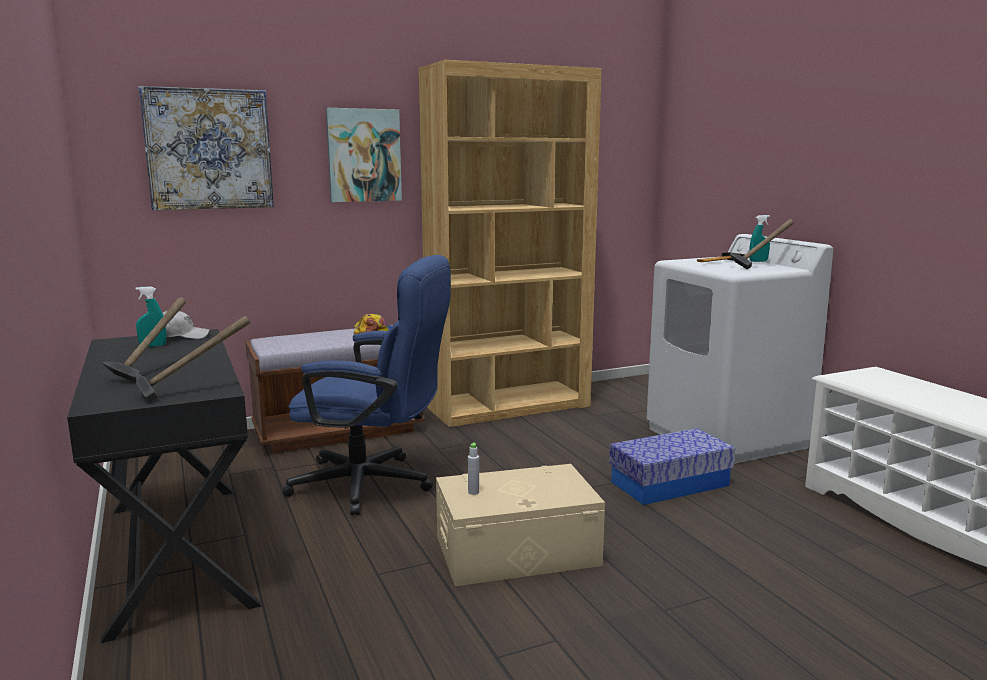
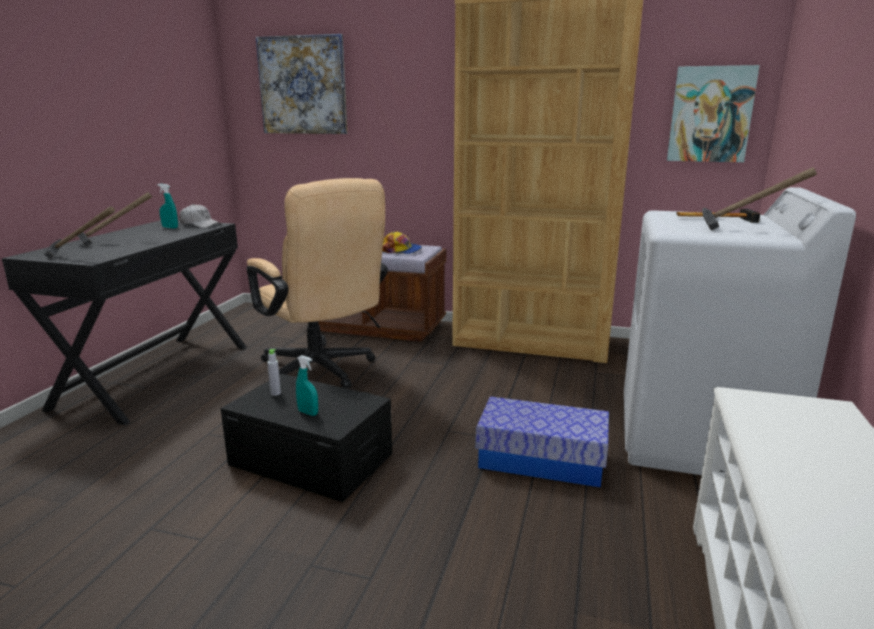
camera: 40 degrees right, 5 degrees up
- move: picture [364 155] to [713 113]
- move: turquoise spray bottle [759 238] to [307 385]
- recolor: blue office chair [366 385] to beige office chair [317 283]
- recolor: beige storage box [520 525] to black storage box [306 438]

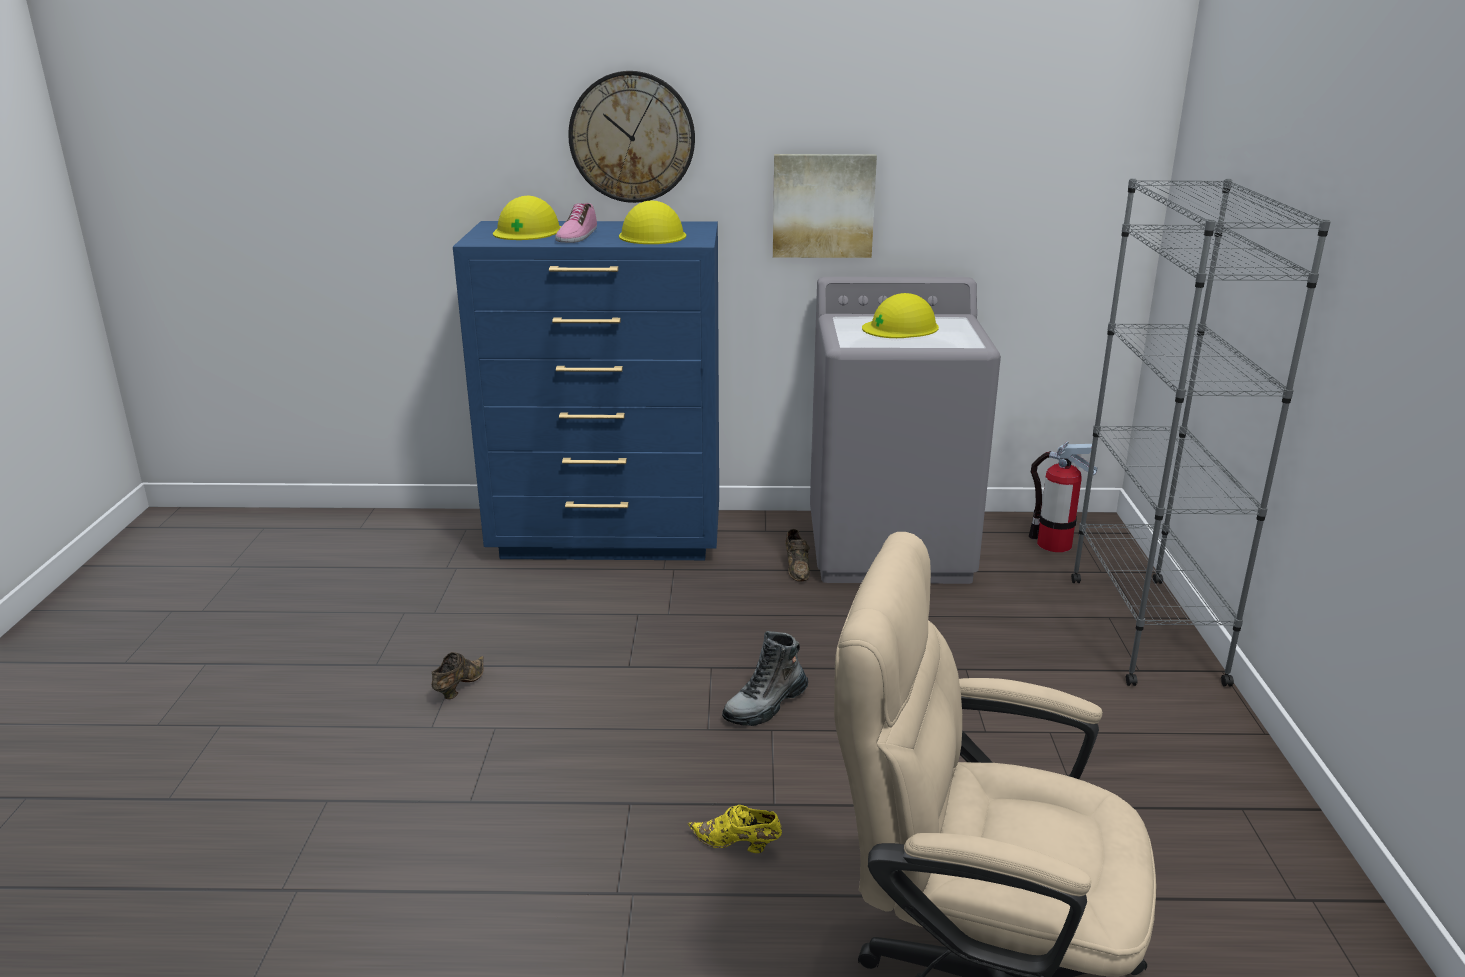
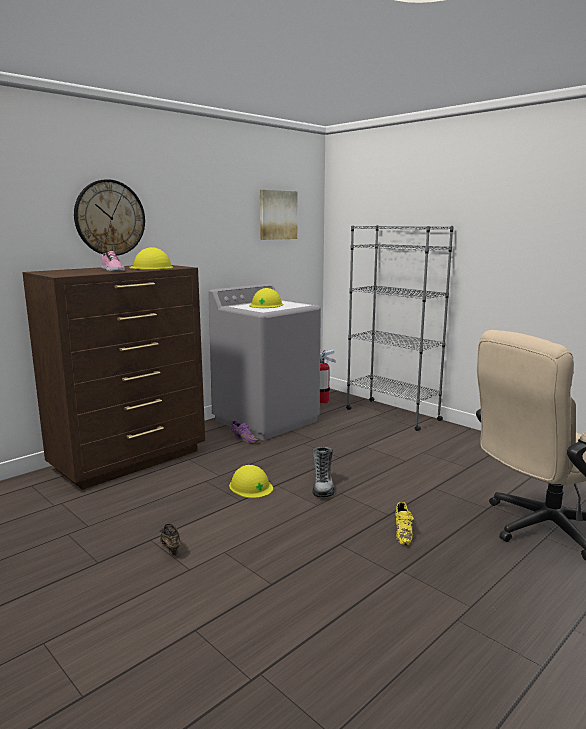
camera: 45 degrees left, 10 degrees down
- move: yellow hard hat [527 218] to [251 481]
- move: picture [825 206] to [278 215]
- recolor: blue dresser [586 390] to brown dresser [113 377]
- recolor: brown shoe [797 555] to purple shoe [244 432]
- rotate: yellow shoe [735 829] = [404 523] 60 degrees counterclockwise

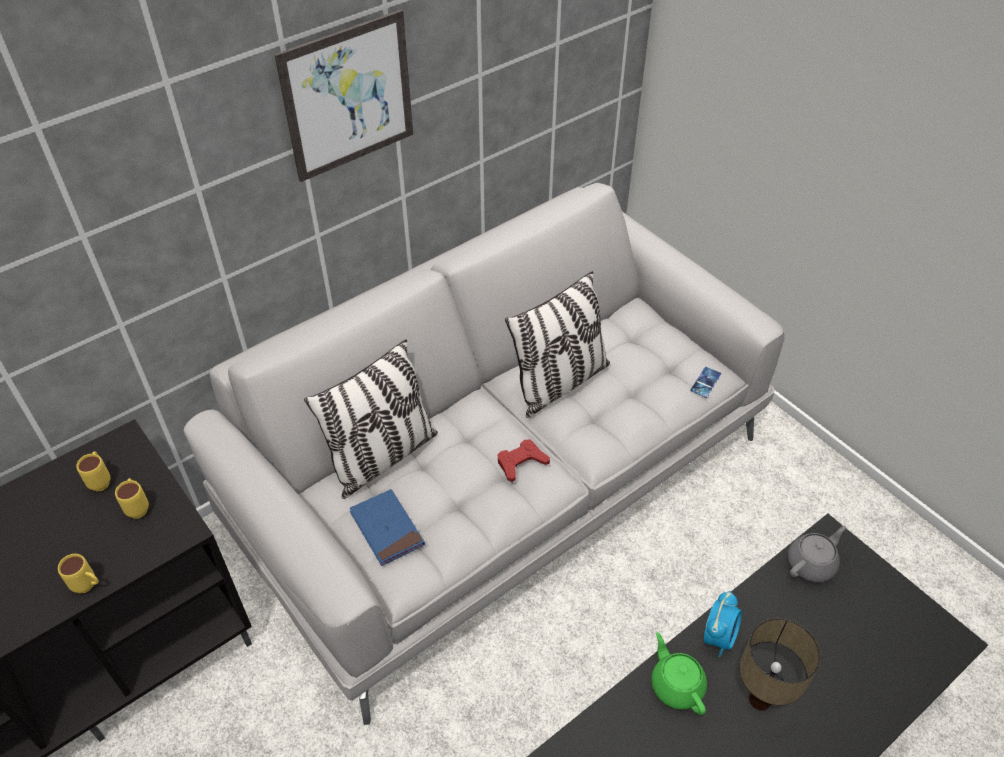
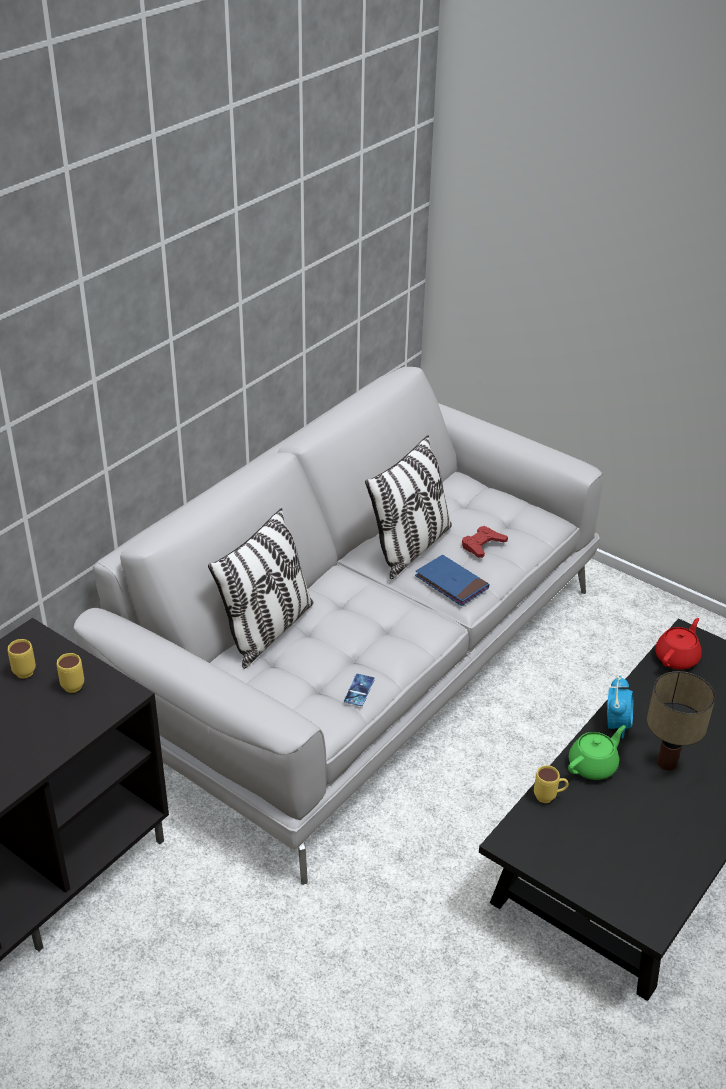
camera: 15 degrees left, 10 degrees down
- delete: picture [343 96]
- move: yellow mug [78 573] to [551 784]
- move: blue book [387 527] to [452 580]
- move: red game controller [524 461] to [485 542]
- move: phone [705 382] to [359 690]
- recolor: grey teapot [817 554] to red teapot [678 644]
- rotate: green teapot [679 673] = [597 752] 90 degrees clockwise

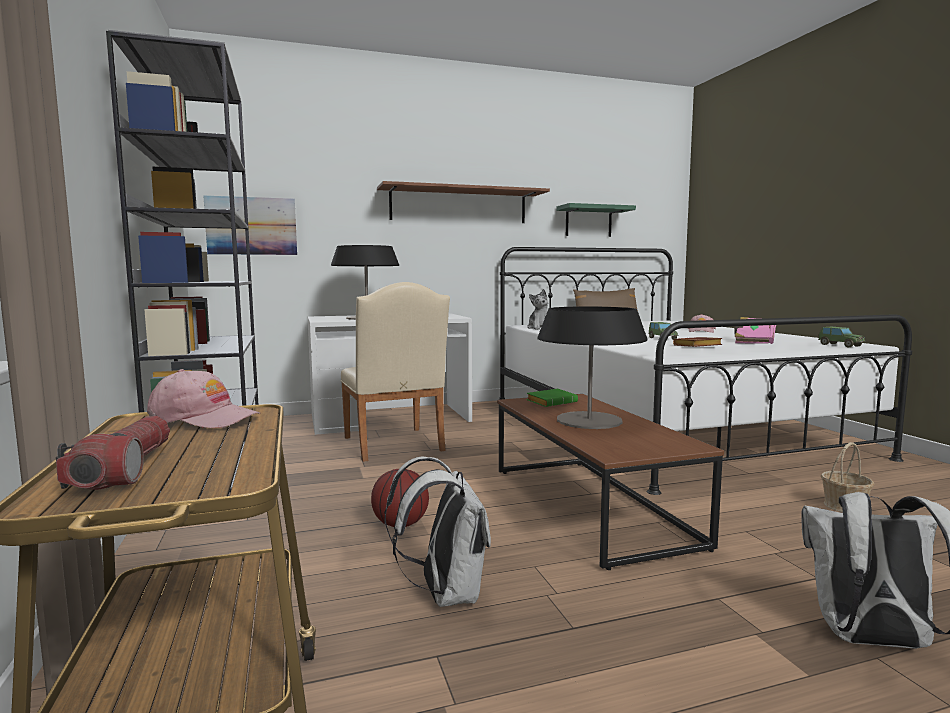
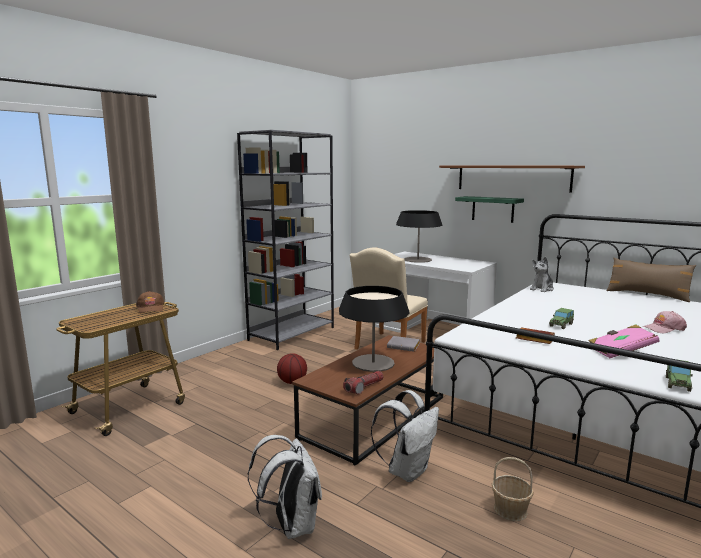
camera: 55 degrees right, 5 degrees up
- delete: picture [250 225]
- move: flashlight [113 453] to [363 383]
- move: white backpack [437 532] to [405 436]
- move: green shelf [596 220] to [489 209]
- recolor: pink cap [203 398] to brown cap [150 302]
- recolor: green book [552 398] to grey book [403 344]

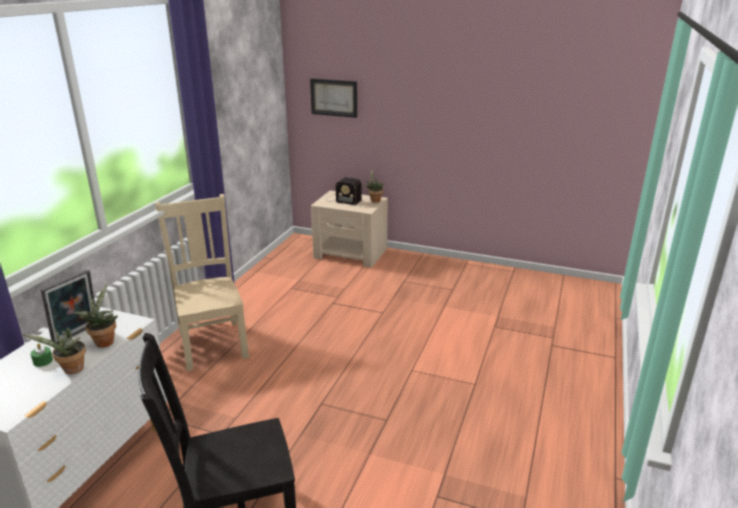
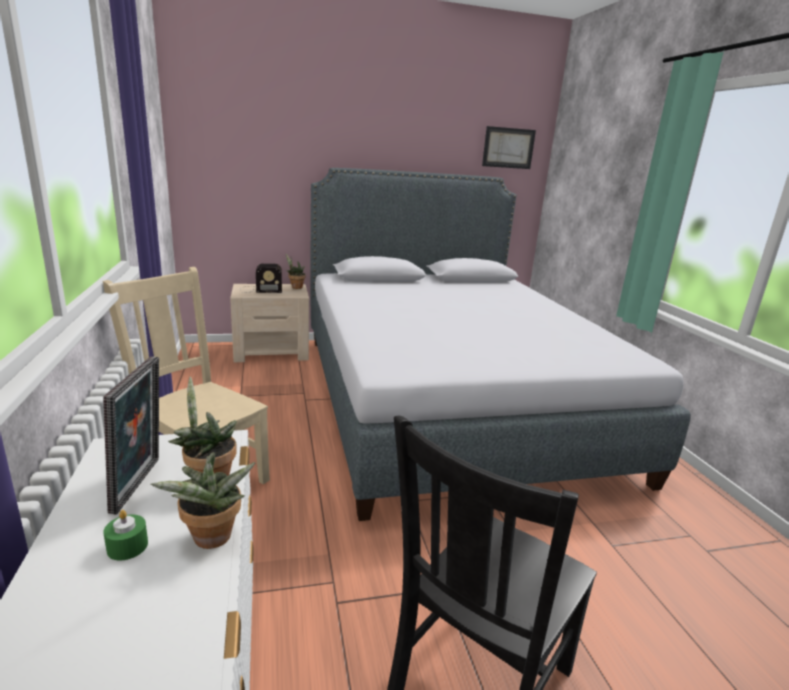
camera: 35 degrees left, 5 degrees down
- insert: grey bed [500 344]
- move: picture [333 98] to [509 147]

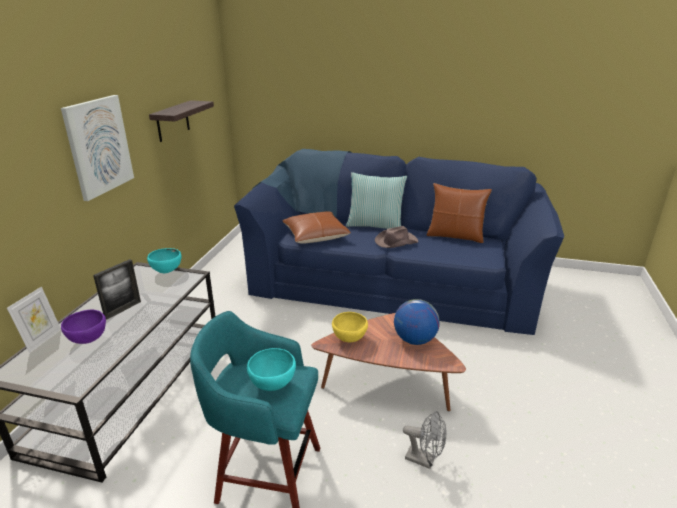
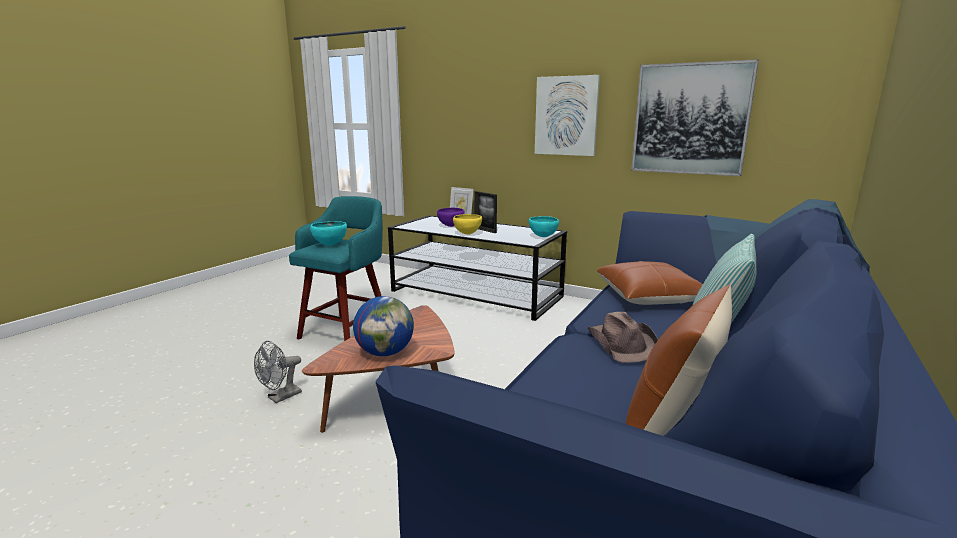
camera: 105 degrees right, 10 degrees down
- move: yellow bowl [350 327] to [467 224]
- replace: shelf [181 121] to picture [695 117]

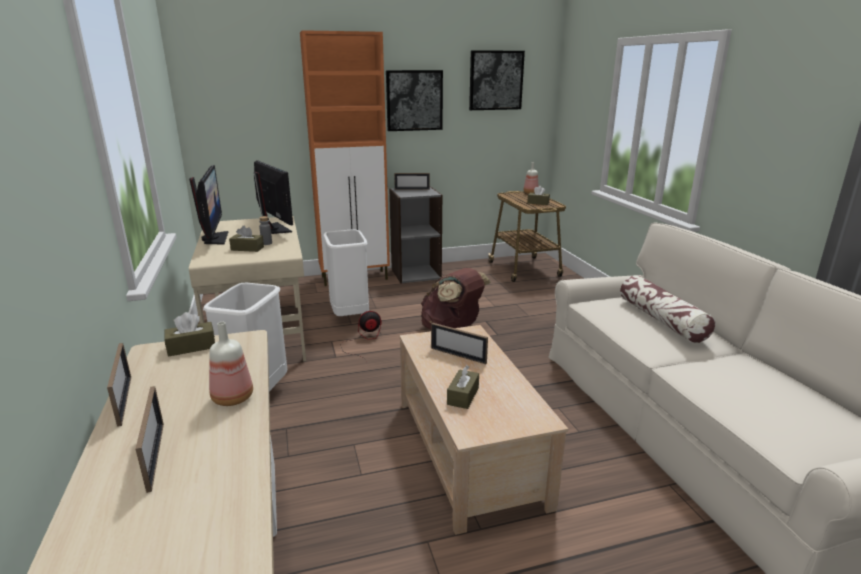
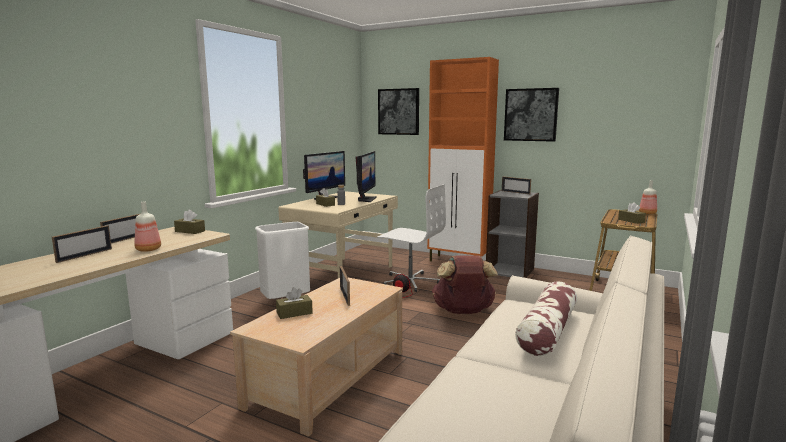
camera: 45 degrees right, 10 degrees down
- move: picture [497 80] to [398 111]
- replace: white trash can [346 272] to white office chair [411 238]

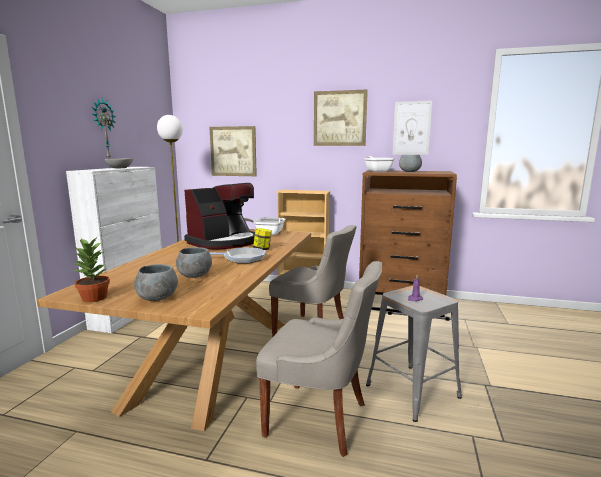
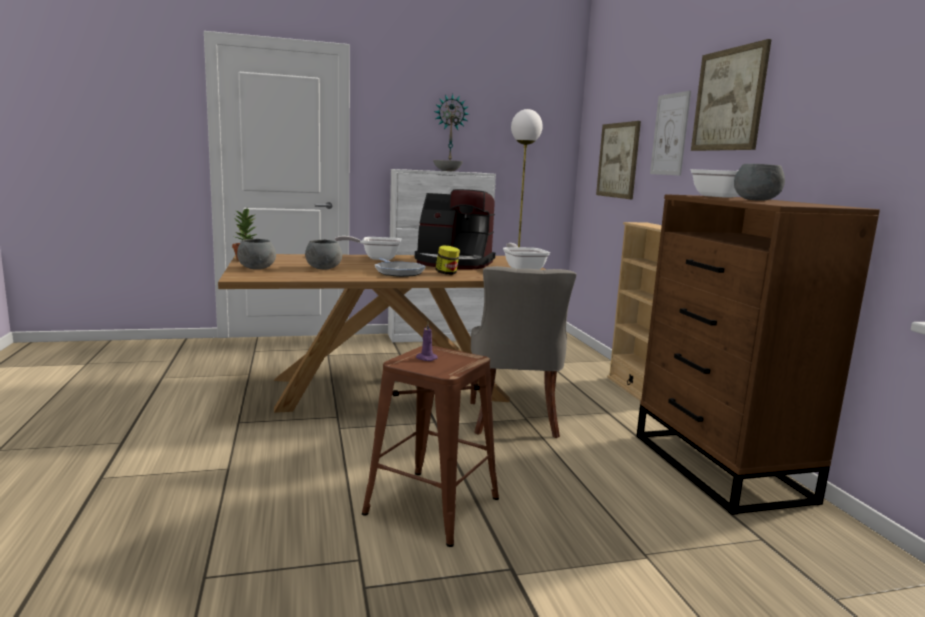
camera: 60 degrees right, 0 degrees up
- delete: grey chair [319 359]
- insert: frying pan [368 248]
- move: picture [412 128] to [670 133]
- recolor: grey stool [414 354] to brown stool [430 446]

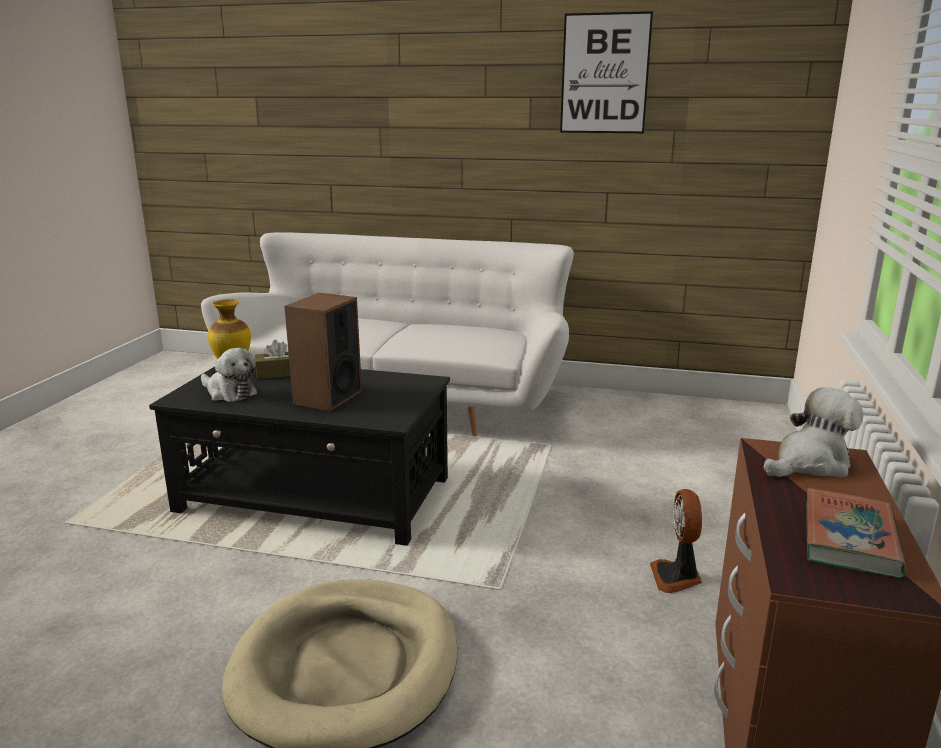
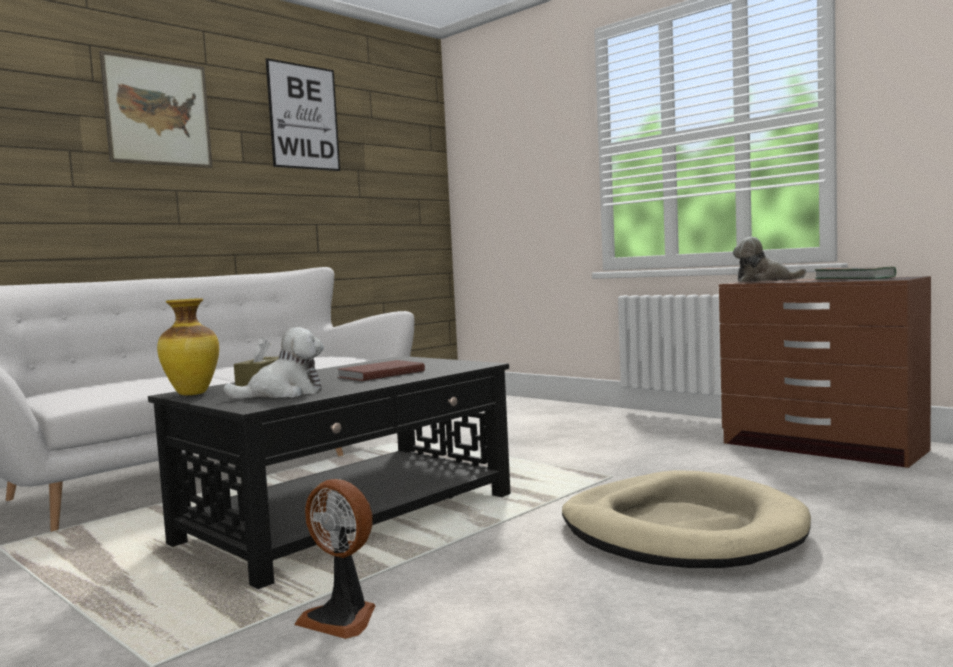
camera: 60 degrees left, 15 degrees down
- insert: picture [156 109]
- move: fan [676 541] to [334 559]
- replace: speaker [323 352] to brown book [382 370]
- rotate: plush toy [813 432] = [770 259] 75 degrees counterclockwise

